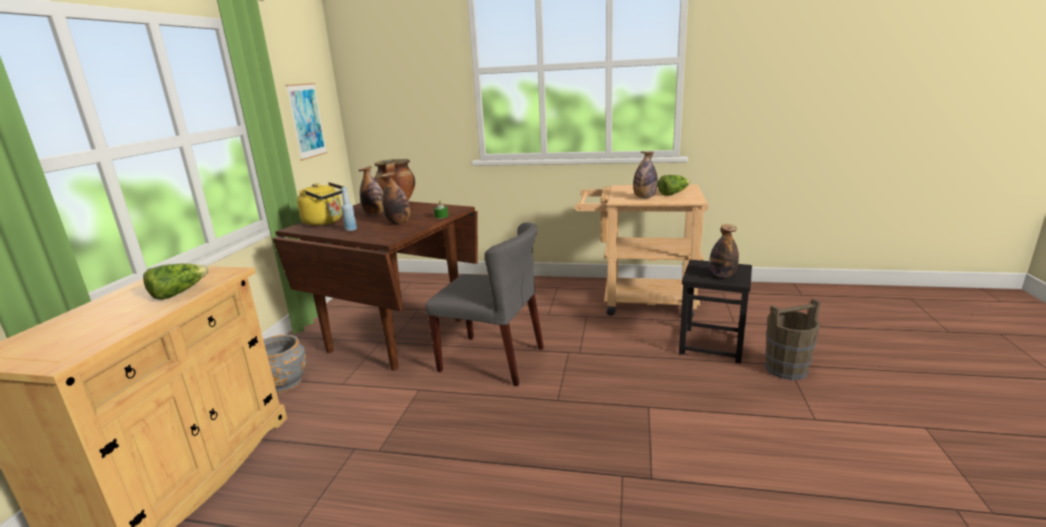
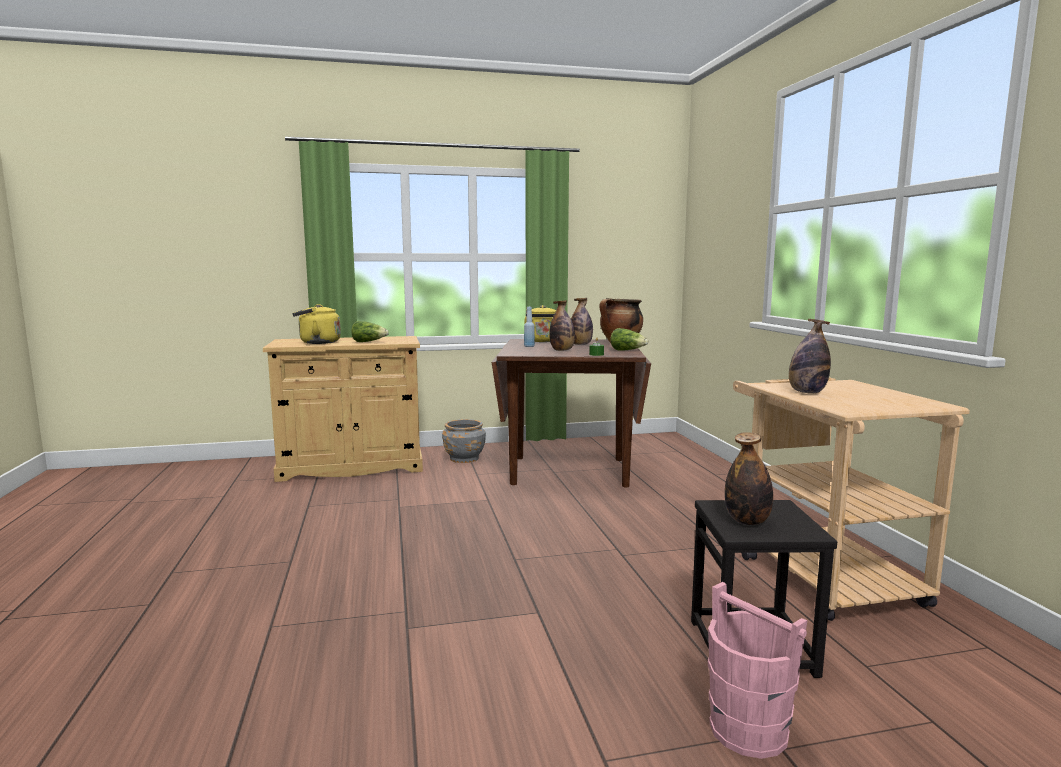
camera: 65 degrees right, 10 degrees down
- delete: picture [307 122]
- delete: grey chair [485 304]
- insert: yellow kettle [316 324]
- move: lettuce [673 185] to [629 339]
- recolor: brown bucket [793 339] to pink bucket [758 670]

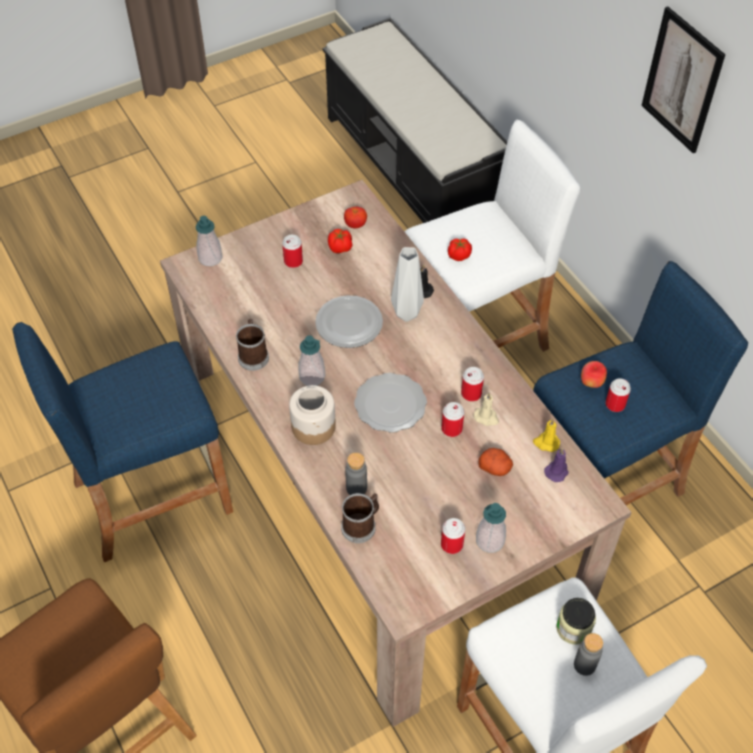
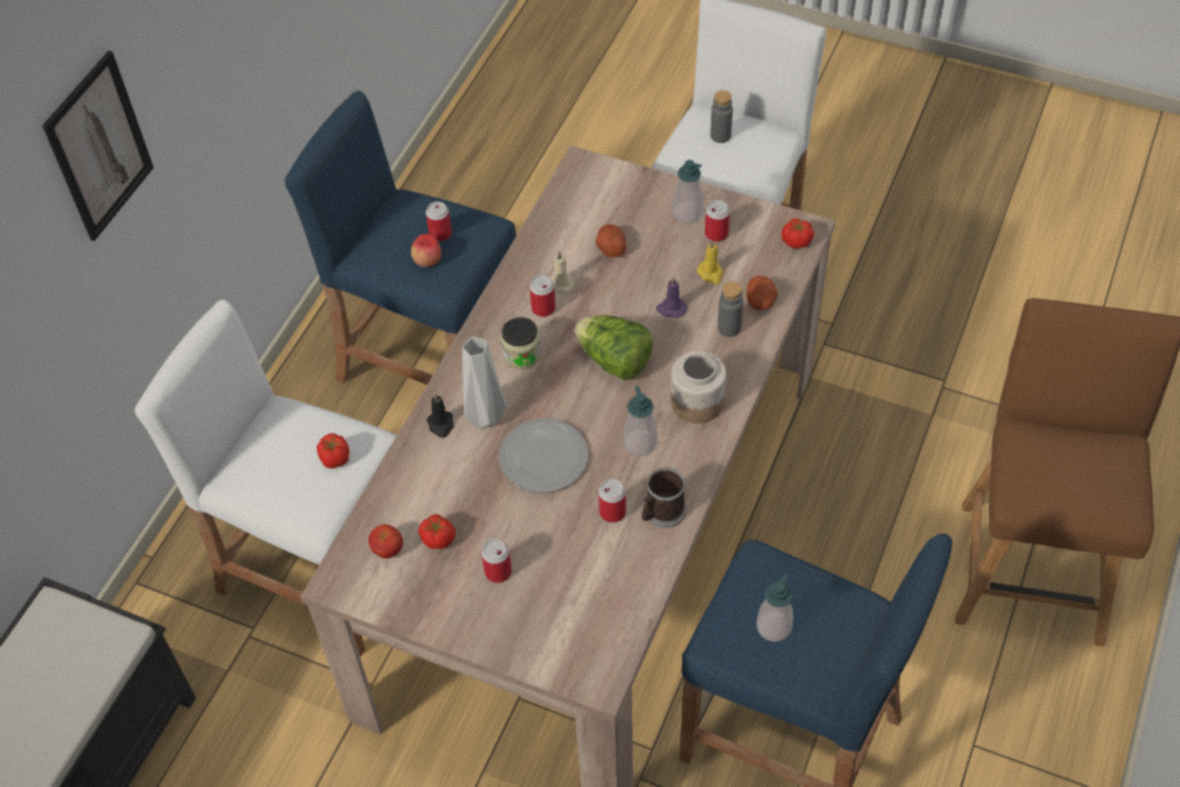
camera: 125 degrees left, 0 degrees up
- insert: tomato [798 233]
- move: soap dispenser [209 241] to [774 608]
- move: can [452 419] to [612 501]
- move: yellow candle [546 435] to [710 262]
- move: purple candle [556 465] to [671 297]
- move: jar [576 621] to [521 343]
- replace: mug [360 518] to potato [762 293]
- replace: plate [390 403] to lettuce [613 347]

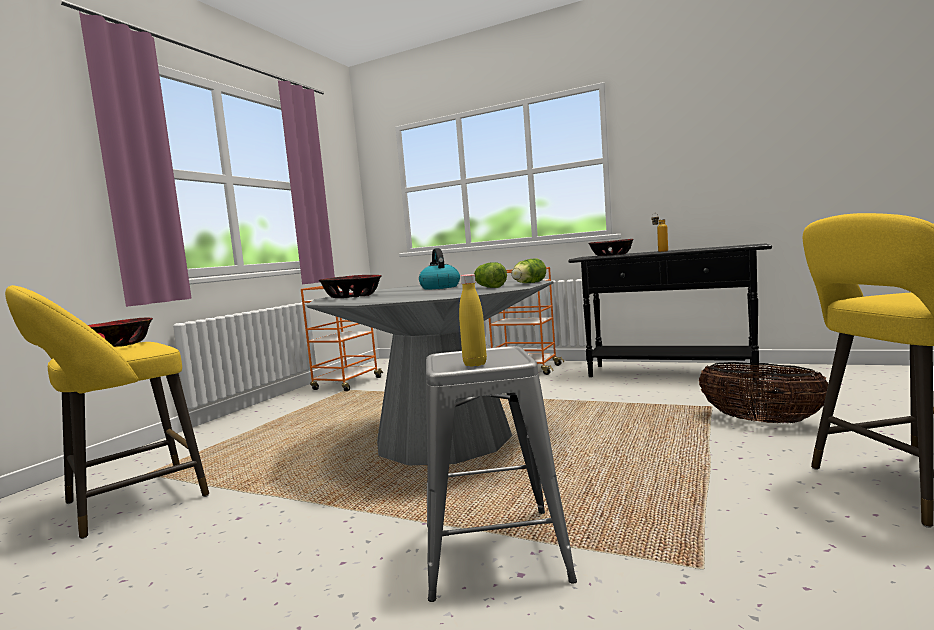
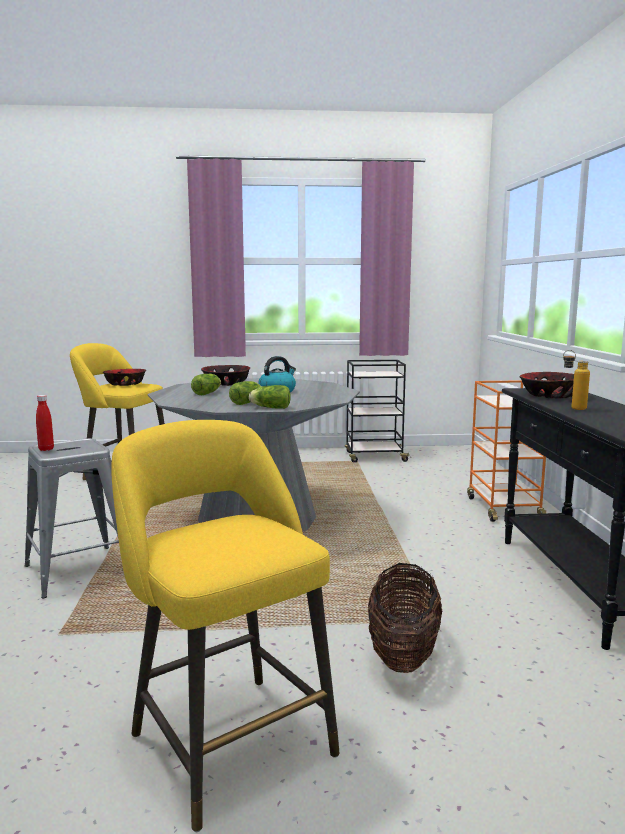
camera: 60 degrees right, 5 degrees up
- insert: lettuce [206 384]
- recolor: orange cart [342 338] to black cart [378 411]
- recolor: yellow bottle [473 320] to red bottle [45 423]

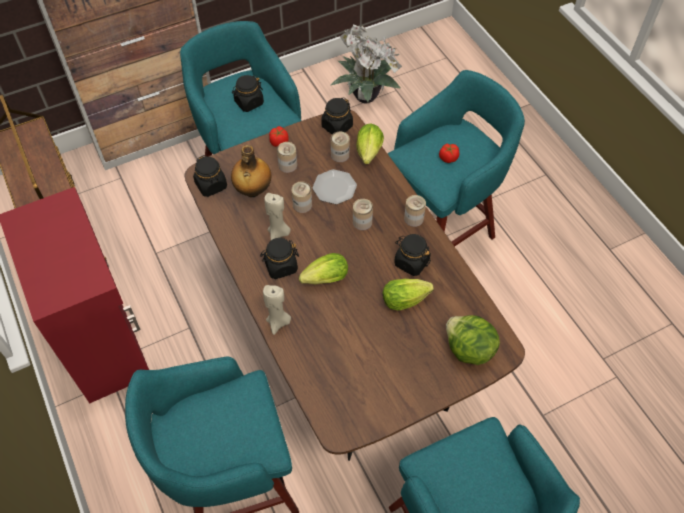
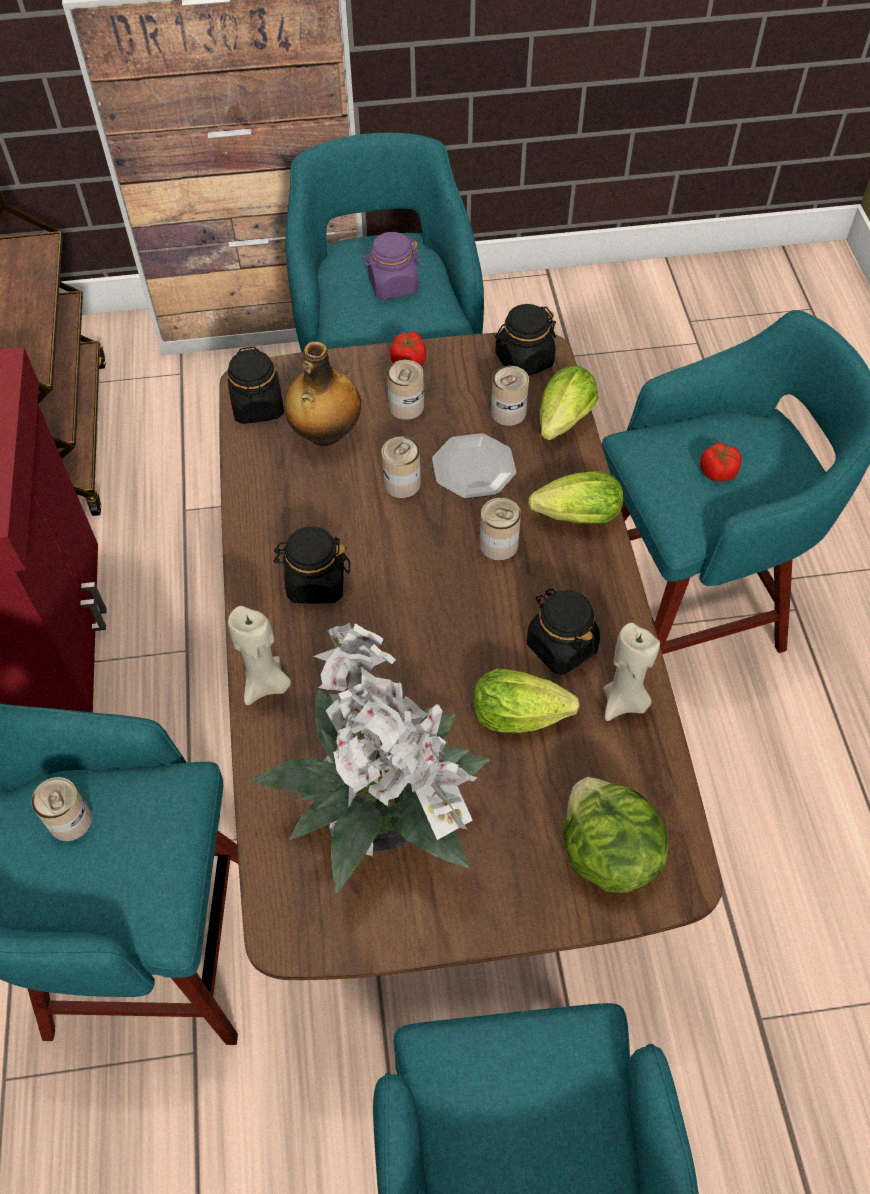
camera: 20 degrees right, 0 degrees up
- move: beige candle [277 216] to [631 672]
- move: lettuce [323 268] to [575 497]
- move: potted plant [366 63] to [370 758]
- move: can [415 211] to [61 809]
- recolor: black jar [248 93] to purple jar [392 266]

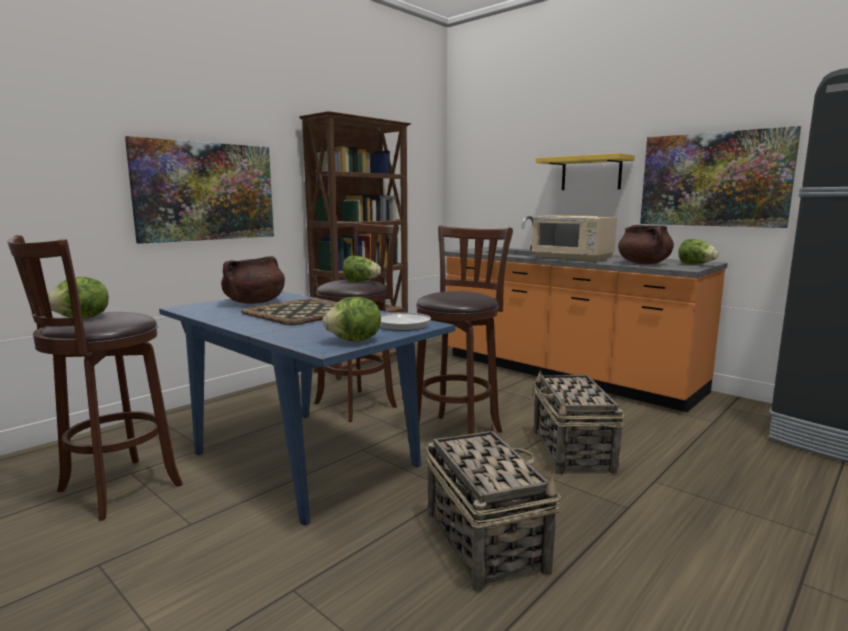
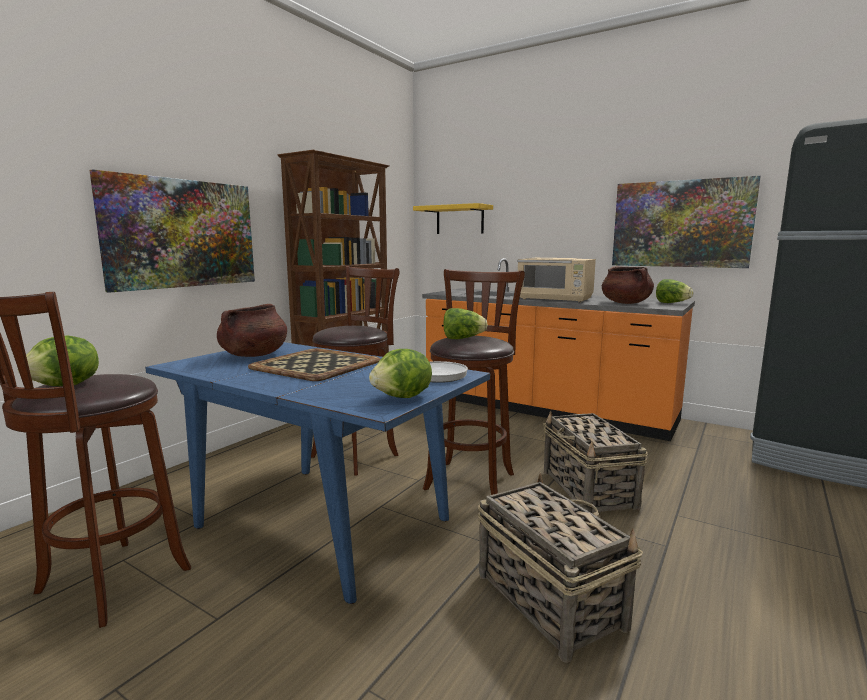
camera: 10 degrees left, 0 degrees up
- move: lettuce [362 269] to [465 323]
- move: yellow shelf [585 171] to [453 218]

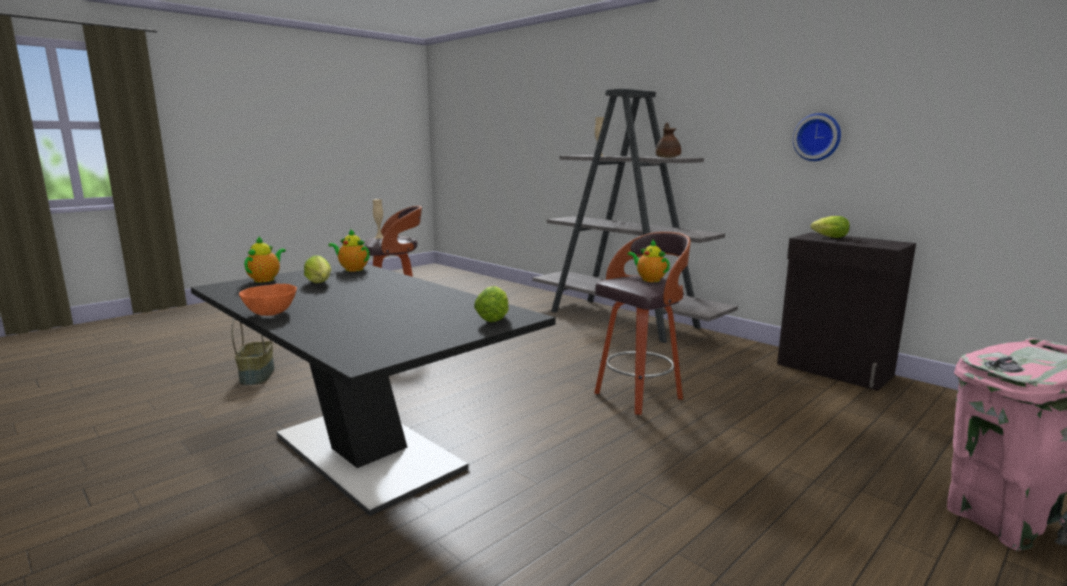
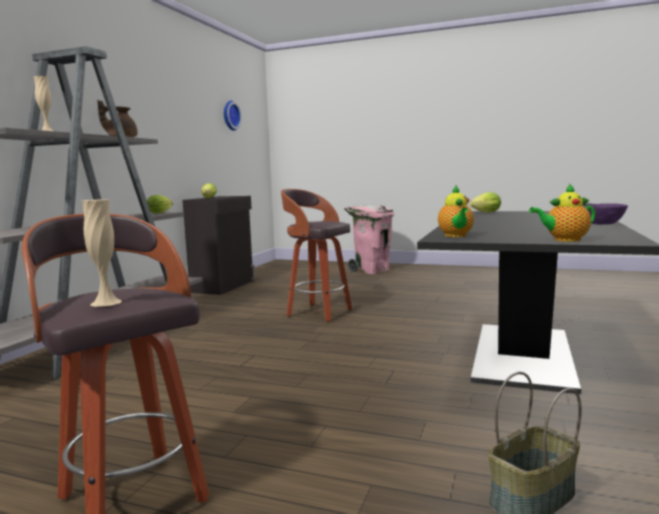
camera: 115 degrees left, 5 degrees down
- delete: teapot [649 261]
- move: lettuce [317 269] to [160 204]
- move: wall clock [817 137] to [233 116]
- recolor: orange bowl [268 300] to purple bowl [605 214]

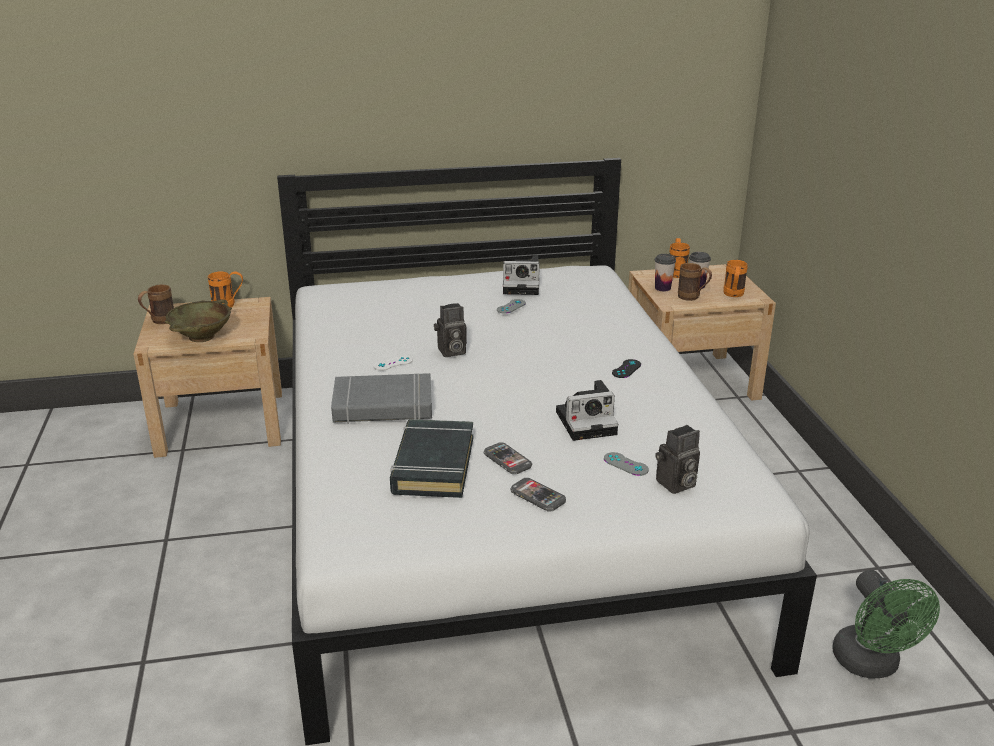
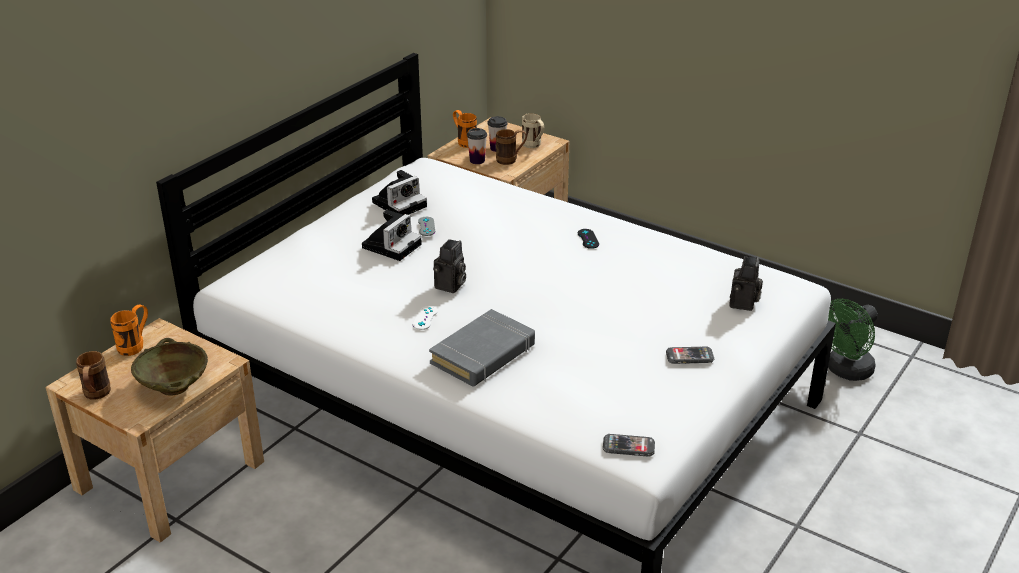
camera: 45 degrees left, 5 degrees up
- delete: black book [431 458]
- delete: grey game controller [626 464]
- move: phone [508 458] to [629 445]
- move: photo camera [587 410] to [392 235]
- recolor: orange mug [735 278] to beige mug [533 130]
- rotate: green fan [886 624] = [853 340] 105 degrees clockwise

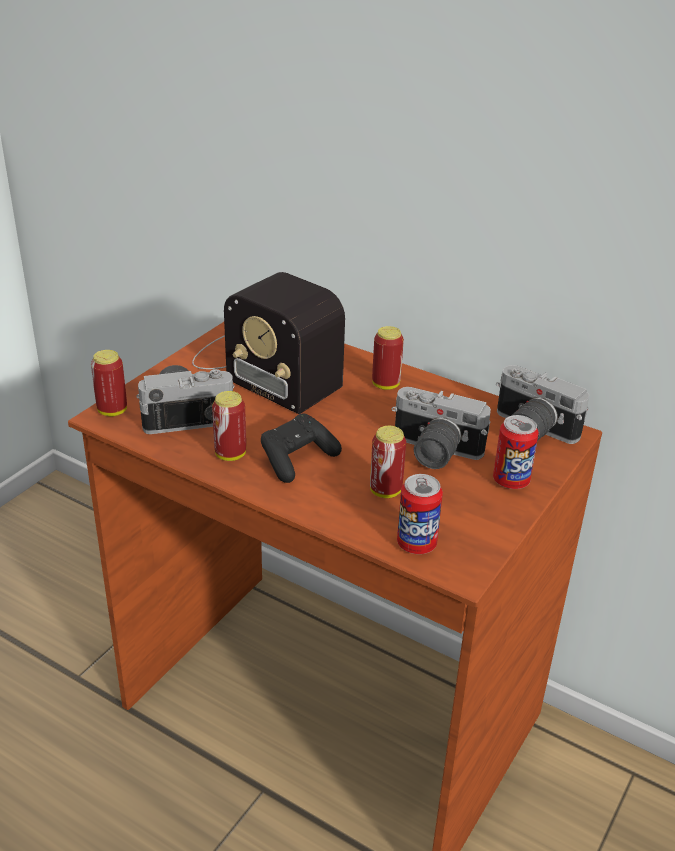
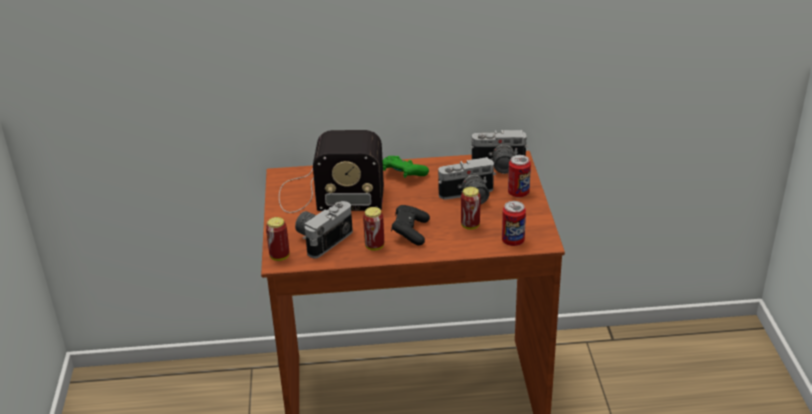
camera: 35 degrees left, 0 degrees up
- replace: can [388 358] to green game controller [406 167]

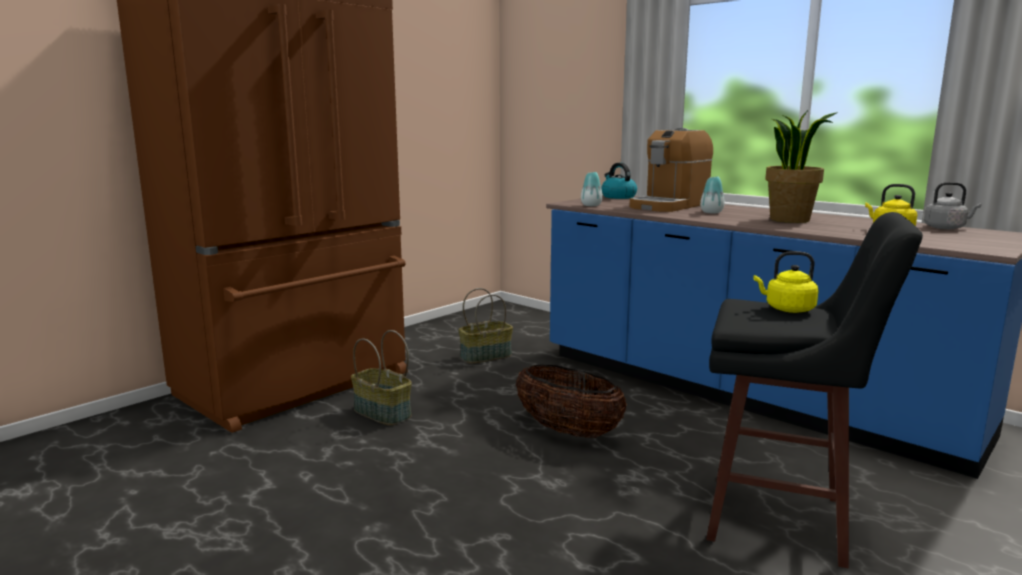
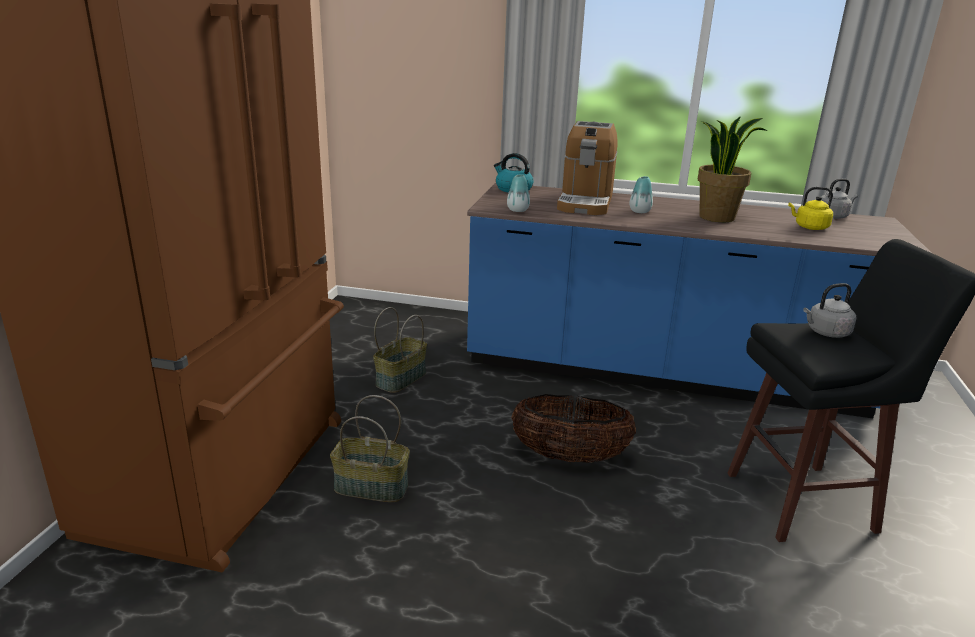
camera: 30 degrees left, 10 degrees up
- recolor: yellow kettle [786 282] to grey kettle [829 310]

